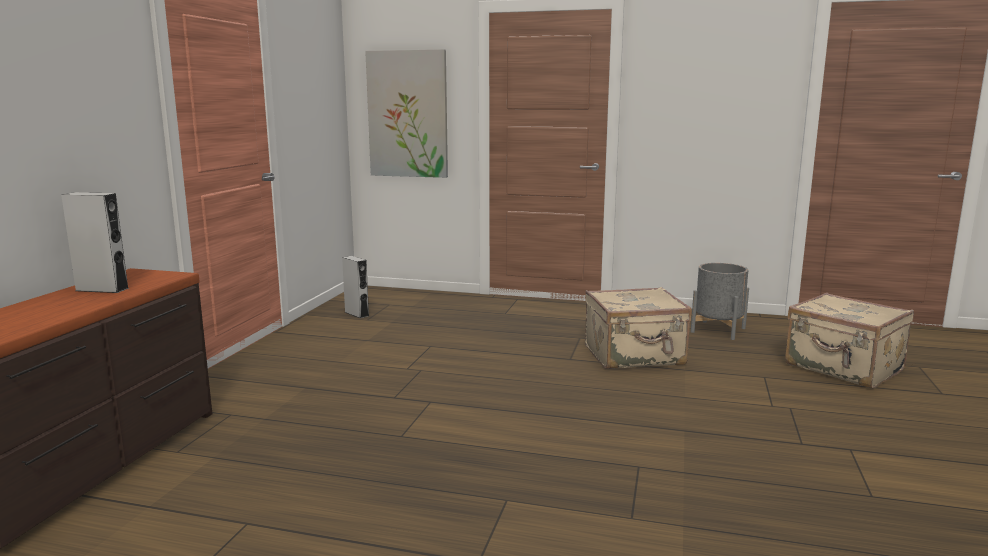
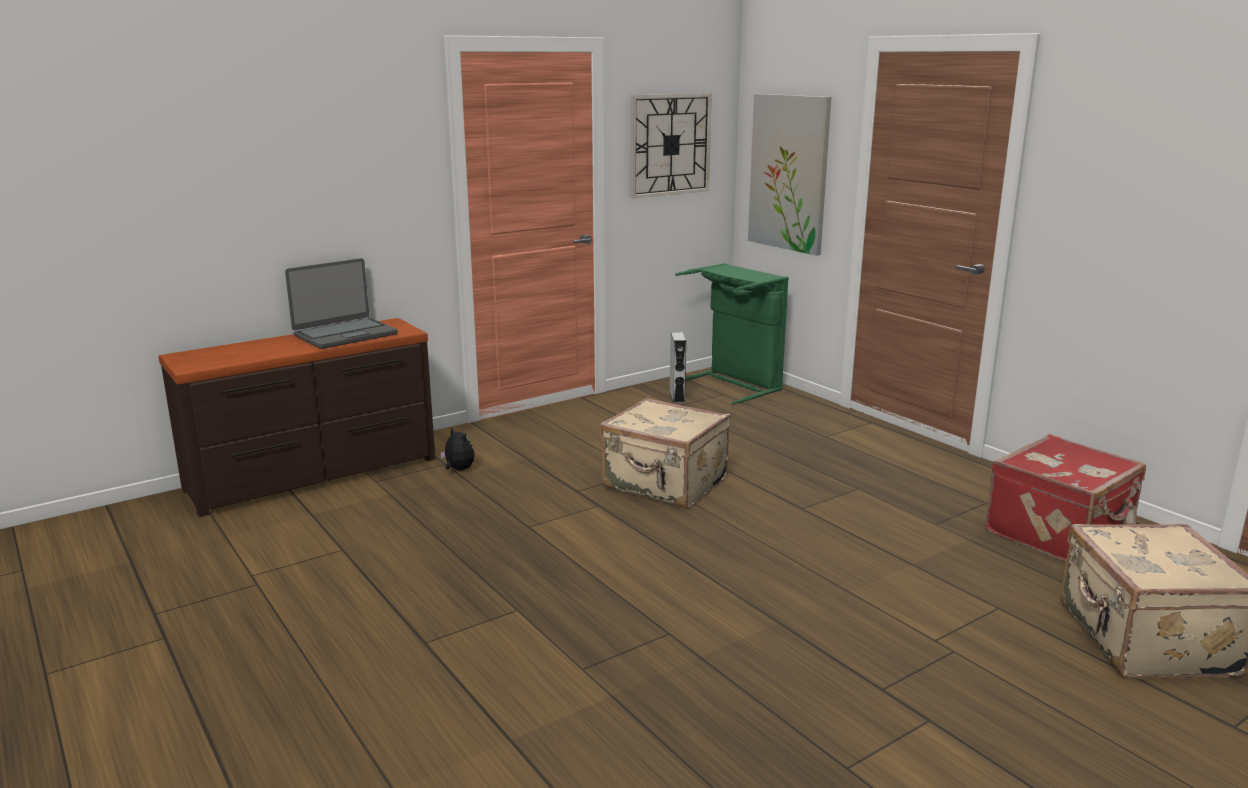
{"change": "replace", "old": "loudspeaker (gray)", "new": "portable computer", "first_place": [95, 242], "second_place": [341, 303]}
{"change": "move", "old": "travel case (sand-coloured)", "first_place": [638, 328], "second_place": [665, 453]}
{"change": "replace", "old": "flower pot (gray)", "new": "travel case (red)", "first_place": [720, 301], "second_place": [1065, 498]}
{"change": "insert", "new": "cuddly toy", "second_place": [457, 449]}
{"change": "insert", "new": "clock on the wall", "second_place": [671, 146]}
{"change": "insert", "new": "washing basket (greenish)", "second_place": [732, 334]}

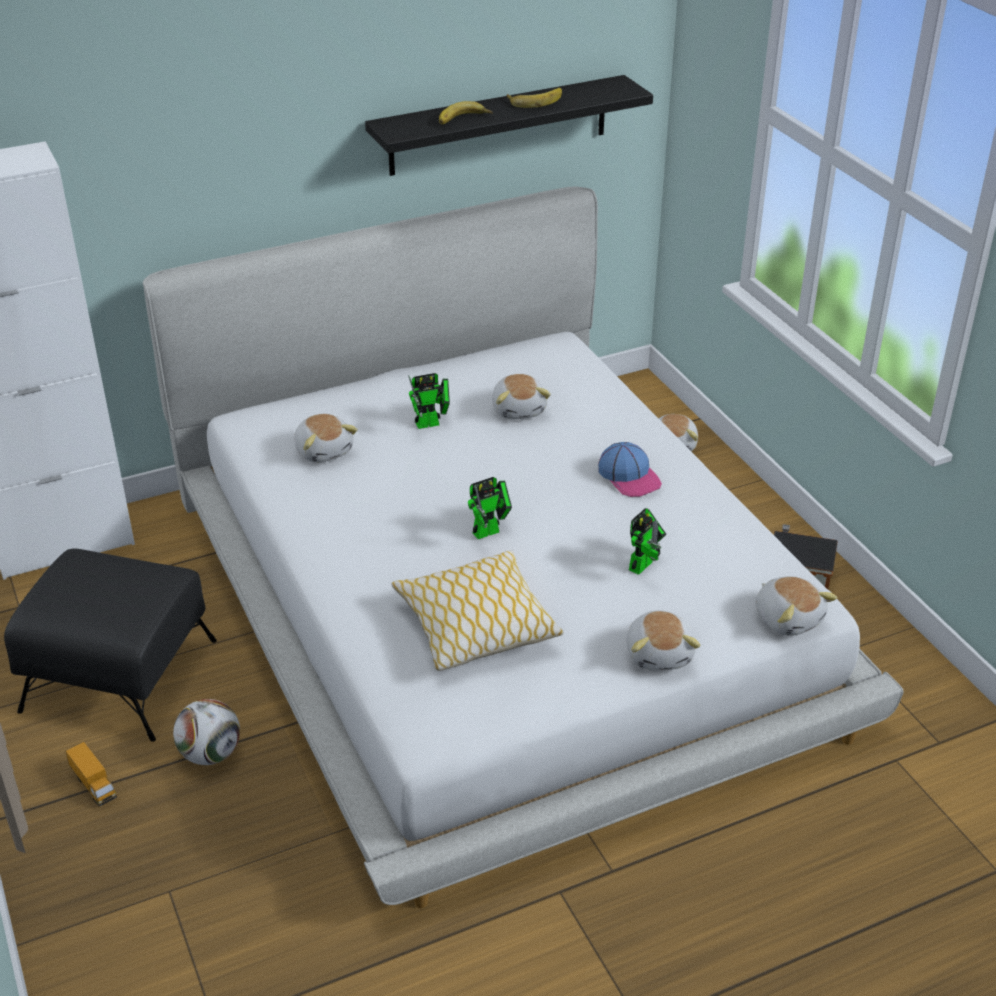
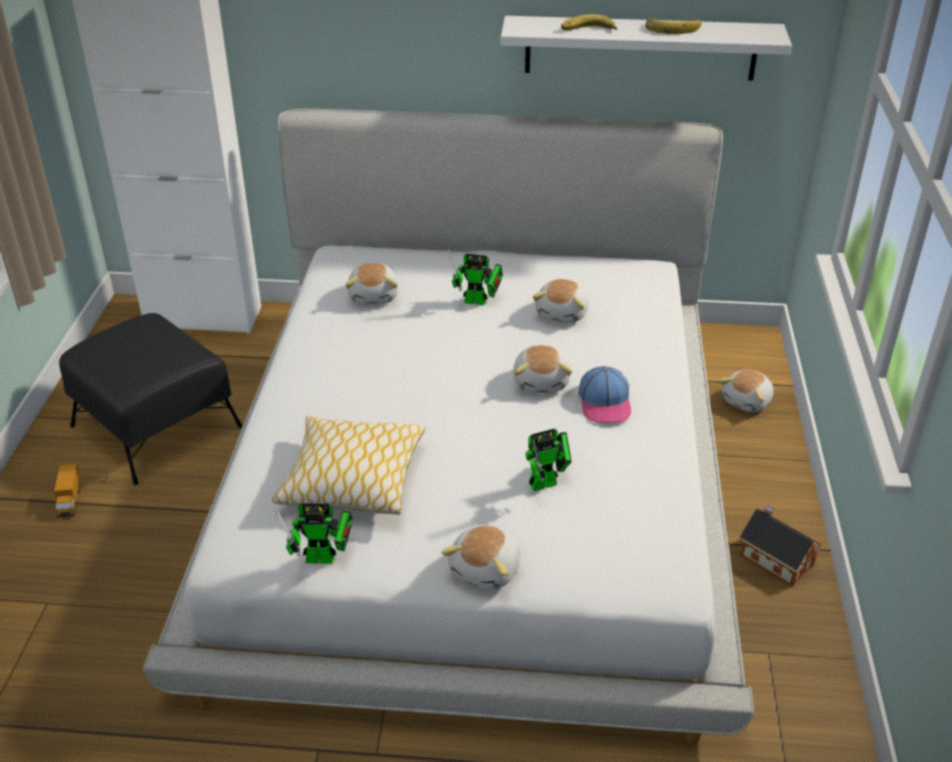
{"change": "delete", "old": "football", "first_place": [206, 732]}
{"change": "recolor", "old": "shelf (black-coloured)", "new": "shelf (white-coloured)", "first_place": [509, 125], "second_place": [646, 48]}
{"change": "move", "old": "toy robot", "first_place": [490, 508], "second_place": [314, 534]}
{"change": "move", "old": "cuddly toy", "first_place": [796, 606], "second_place": [542, 369]}

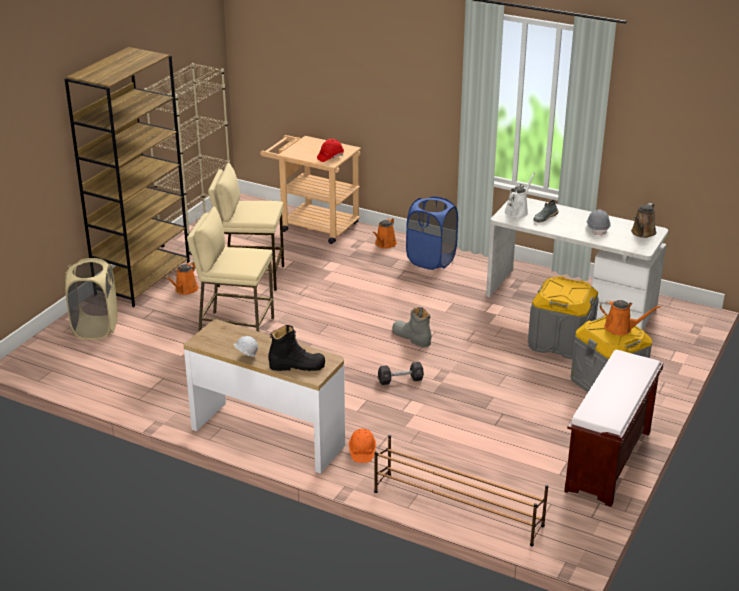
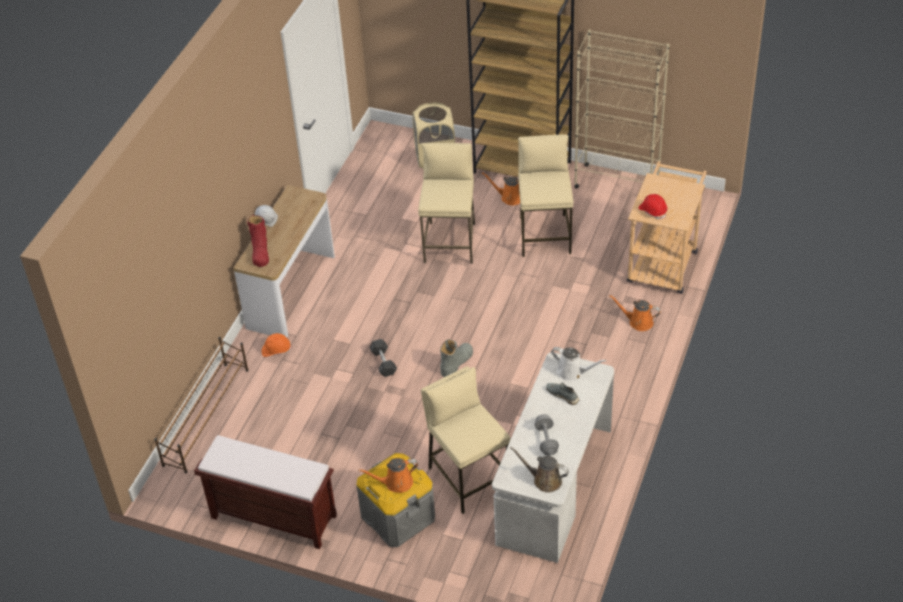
{"change": "recolor", "old": "boot (black-coloured)", "new": "boot (red)", "first_place": [296, 348], "second_place": [258, 241]}
{"change": "delete", "old": "washing basket (bluish)", "first_place": [432, 233]}
{"change": "replace", "old": "storage container (gray)", "new": "sitting stool (sand-coloured)", "first_place": [563, 317], "second_place": [465, 440]}
{"change": "replace", "old": "work helmet (gray)", "new": "free weight (gray)", "first_place": [598, 223], "second_place": [547, 435]}
{"change": "rotate", "old": "watering pot (orange-coloured)", "first_place": [630, 317], "second_place": [388, 475], "degrees": 60}

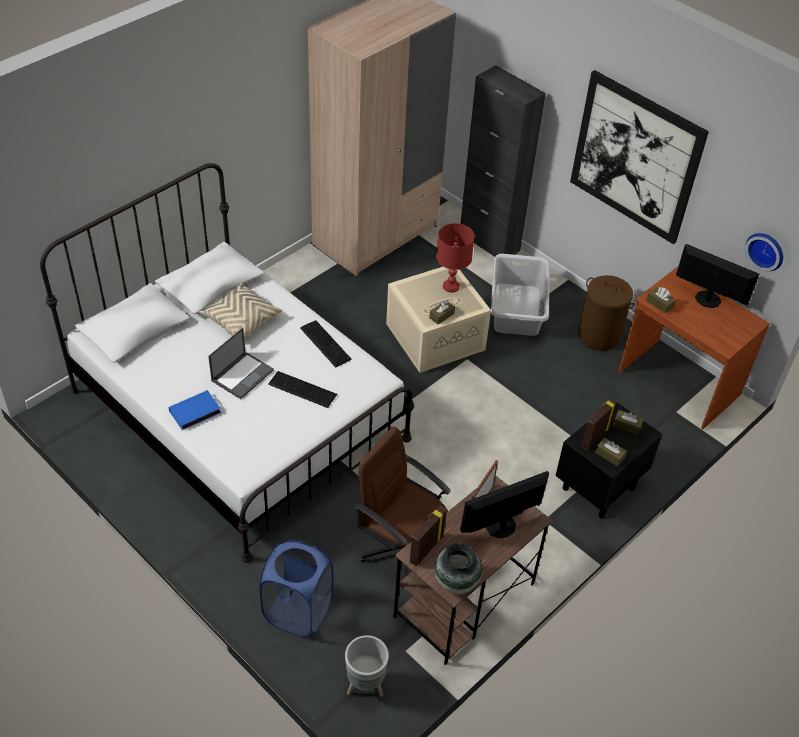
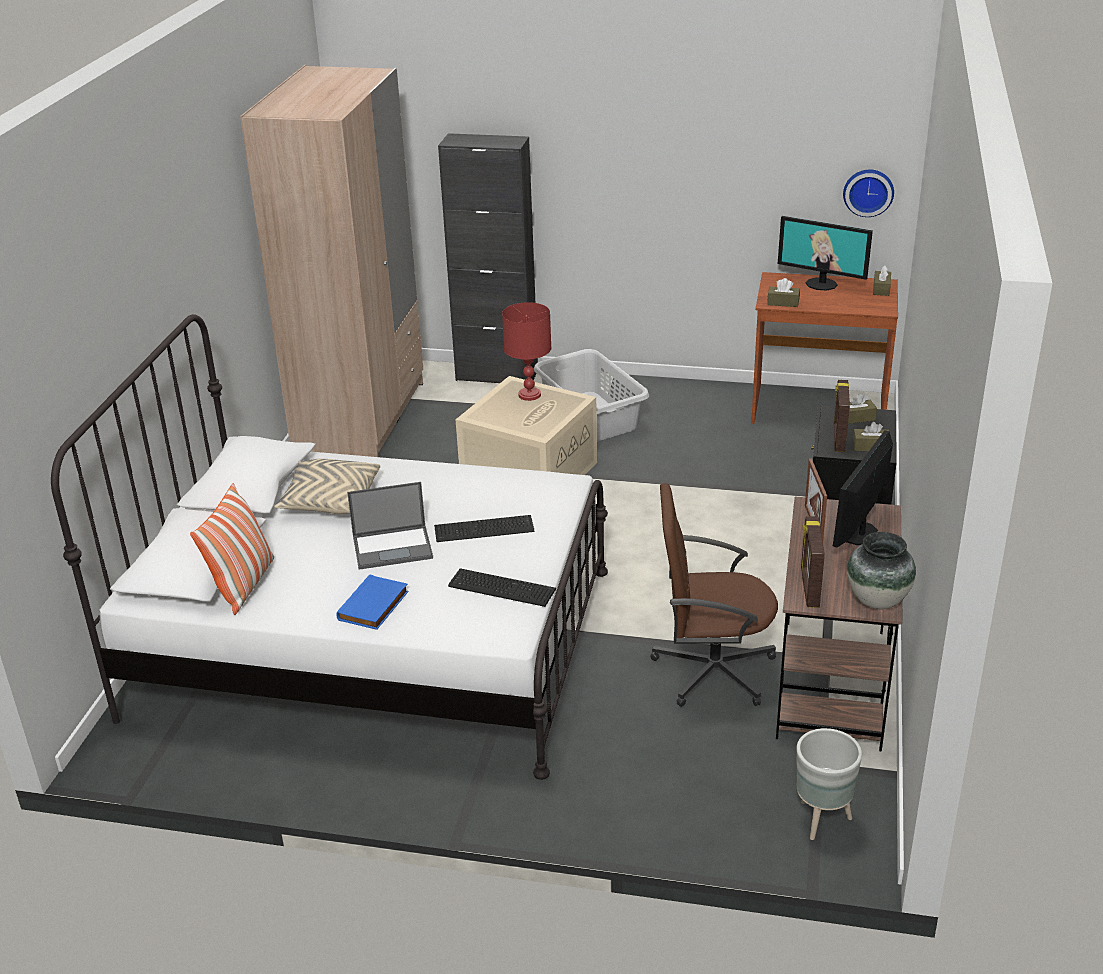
{"change": "rotate", "old": "portable computer", "first_place": [241, 363], "second_place": [390, 526], "degrees": 75}
{"change": "delete", "old": "washing basket (bluish)", "first_place": [296, 588]}
{"change": "move", "old": "computer keyboard", "first_place": [326, 344], "second_place": [502, 587]}
{"change": "move", "old": "tissue box (brown)", "first_place": [442, 312], "second_place": [882, 280]}
{"change": "delete", "old": "wall art", "first_place": [639, 157]}
{"change": "delete", "old": "washing basket (brown)", "first_place": [606, 313]}
{"change": "rotate", "old": "computer screen", "first_place": [717, 276], "second_place": [825, 253], "degrees": -150}
{"change": "insert", "new": "pillow", "second_place": [232, 549]}

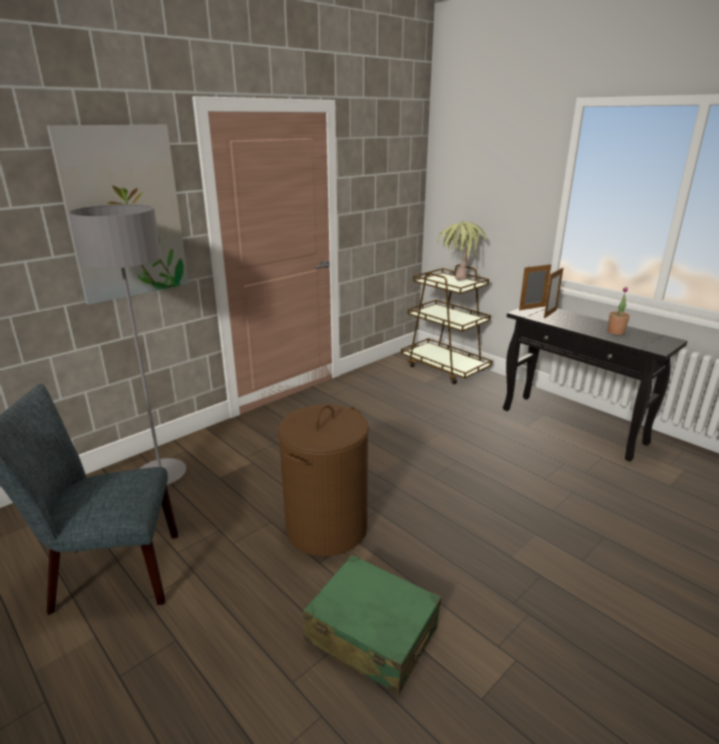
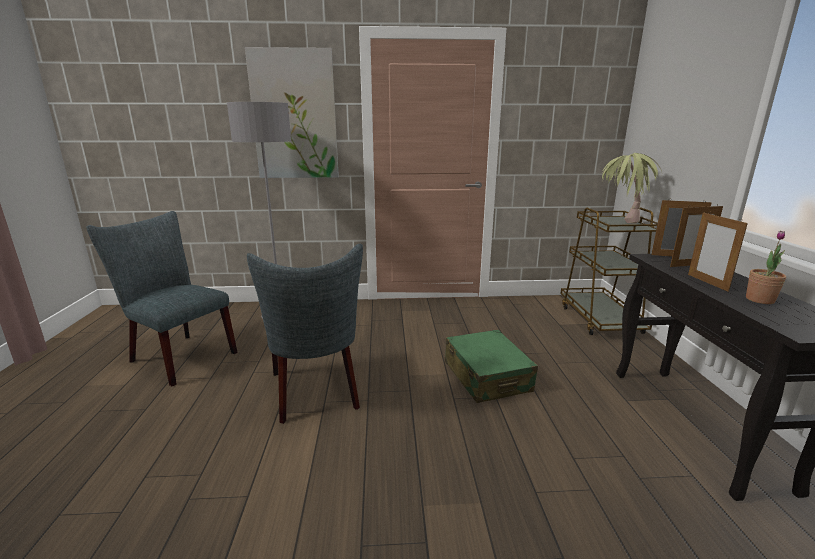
{"change": "replace", "old": "washing basket (brown)", "new": "upright chair (gray)", "first_place": [323, 480], "second_place": [305, 334]}
{"change": "move", "old": "travel case (greenish)", "first_place": [372, 625], "second_place": [491, 366]}
{"change": "insert", "new": "picture frame", "second_place": [718, 252]}

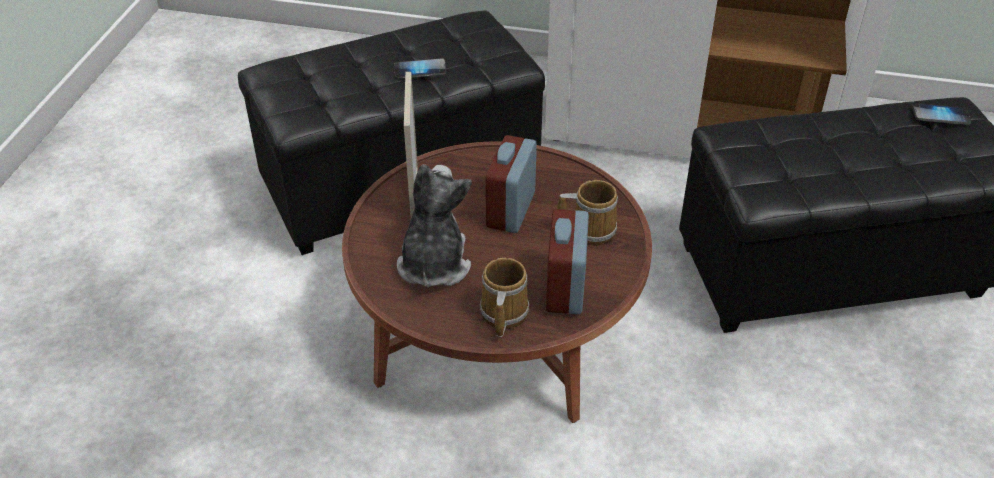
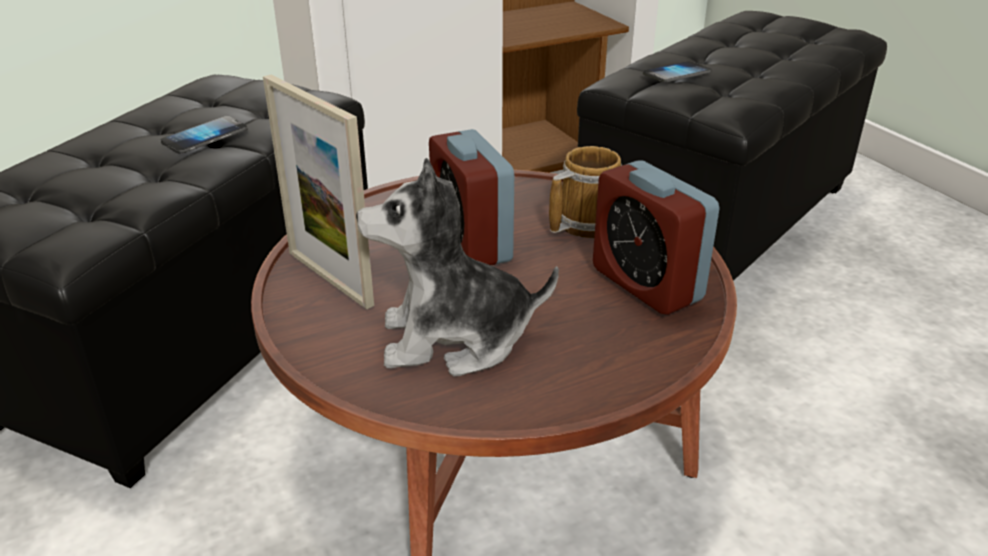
{"change": "rotate", "old": "cuddly toy", "first_place": [434, 225], "second_place": [457, 267], "degrees": -60}
{"change": "delete", "old": "coffee mug", "first_place": [504, 297]}
{"change": "move", "old": "telephone", "first_place": [941, 114], "second_place": [677, 71]}

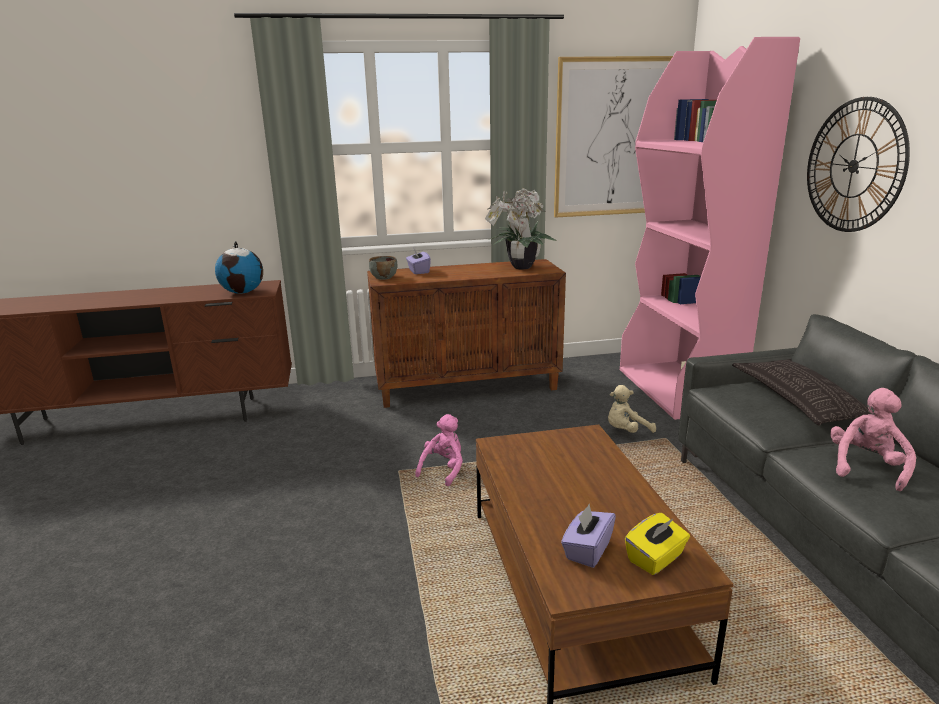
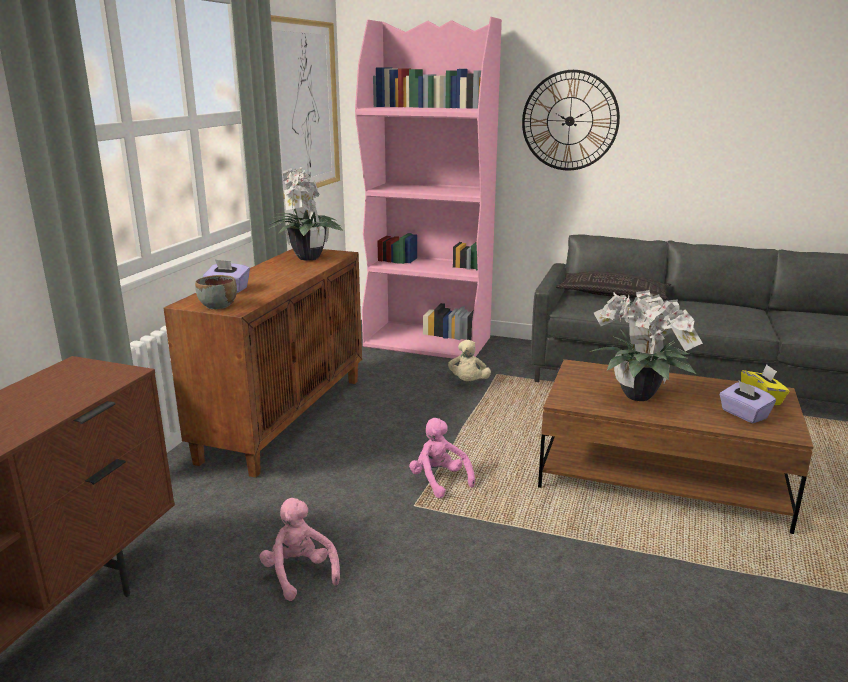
{"change": "delete", "old": "world globe", "first_place": [239, 267]}
{"change": "move", "old": "cuddly toy (pink)", "first_place": [873, 439], "second_place": [299, 549]}
{"change": "insert", "new": "potted plant", "second_place": [646, 345]}

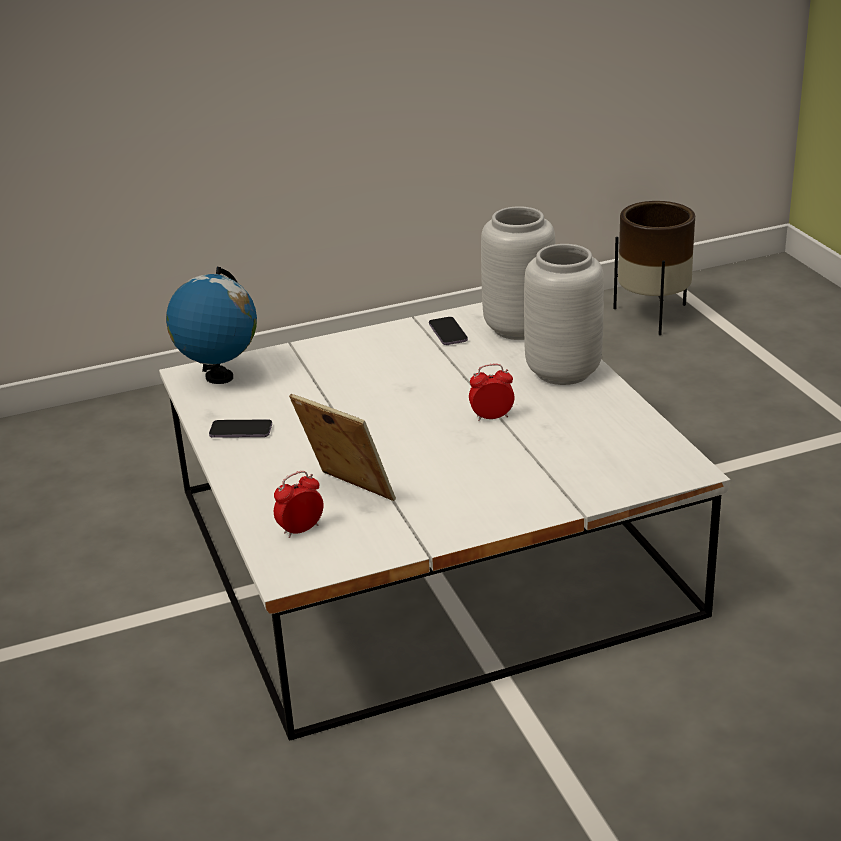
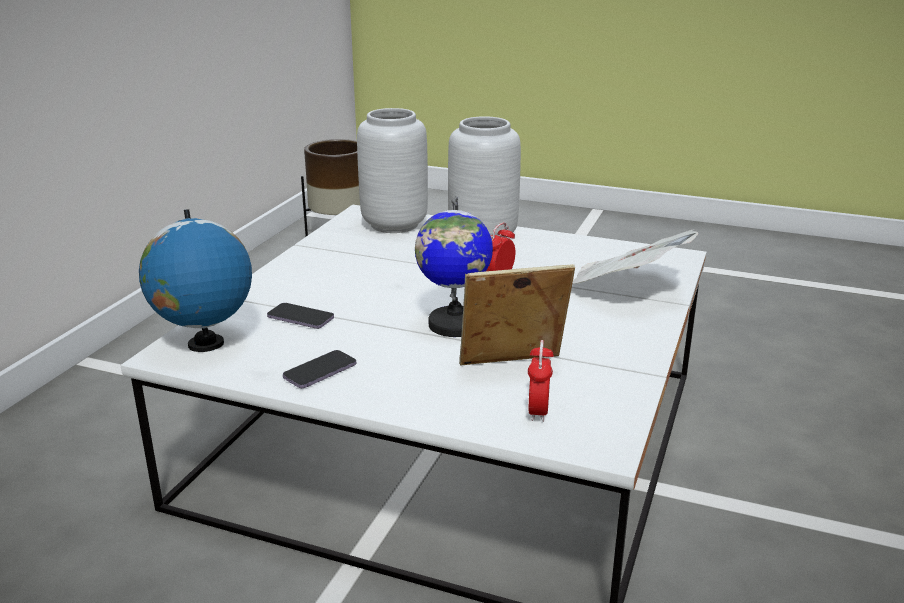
{"change": "move", "old": "telephone", "first_place": [448, 331], "second_place": [300, 316]}
{"change": "insert", "new": "world globe", "second_place": [454, 266]}
{"change": "insert", "new": "newspaper", "second_place": [635, 256]}

